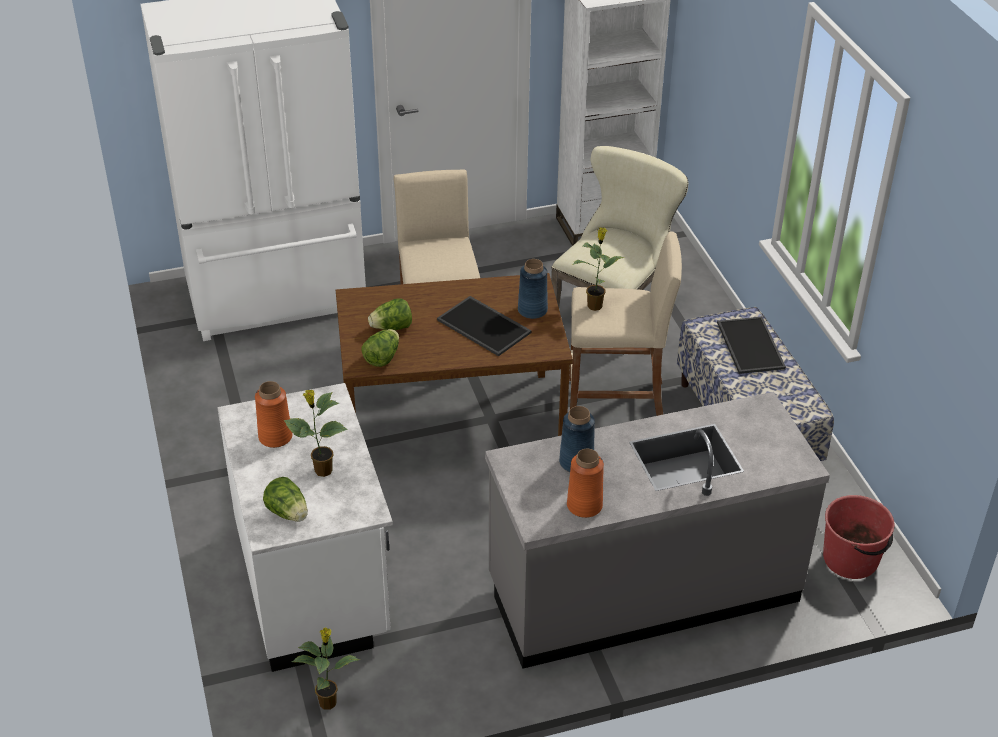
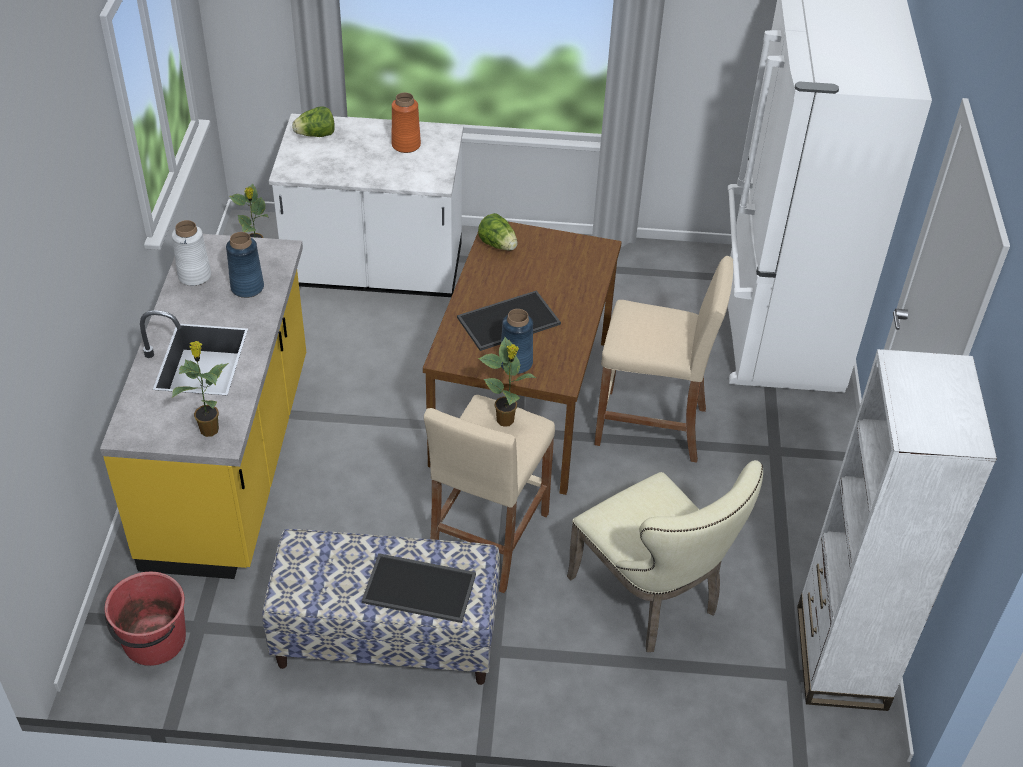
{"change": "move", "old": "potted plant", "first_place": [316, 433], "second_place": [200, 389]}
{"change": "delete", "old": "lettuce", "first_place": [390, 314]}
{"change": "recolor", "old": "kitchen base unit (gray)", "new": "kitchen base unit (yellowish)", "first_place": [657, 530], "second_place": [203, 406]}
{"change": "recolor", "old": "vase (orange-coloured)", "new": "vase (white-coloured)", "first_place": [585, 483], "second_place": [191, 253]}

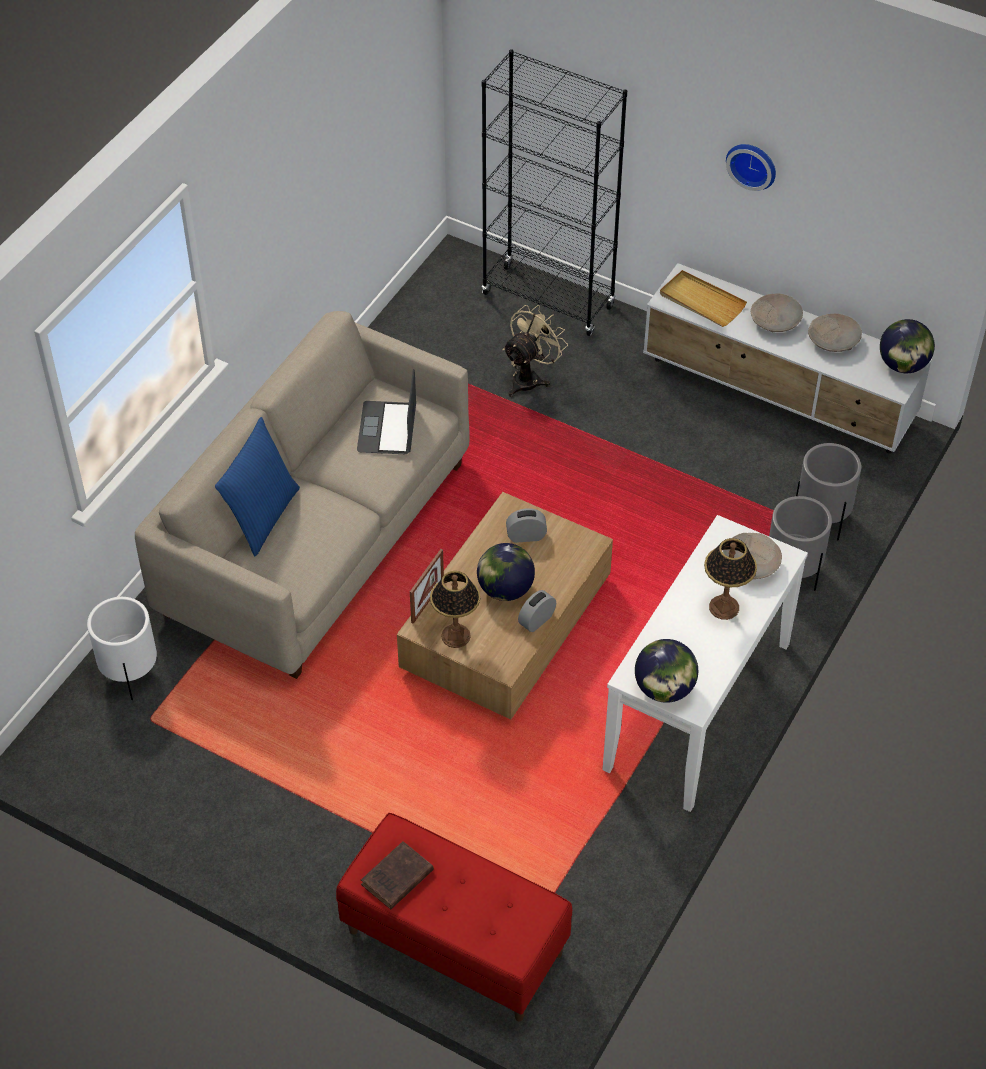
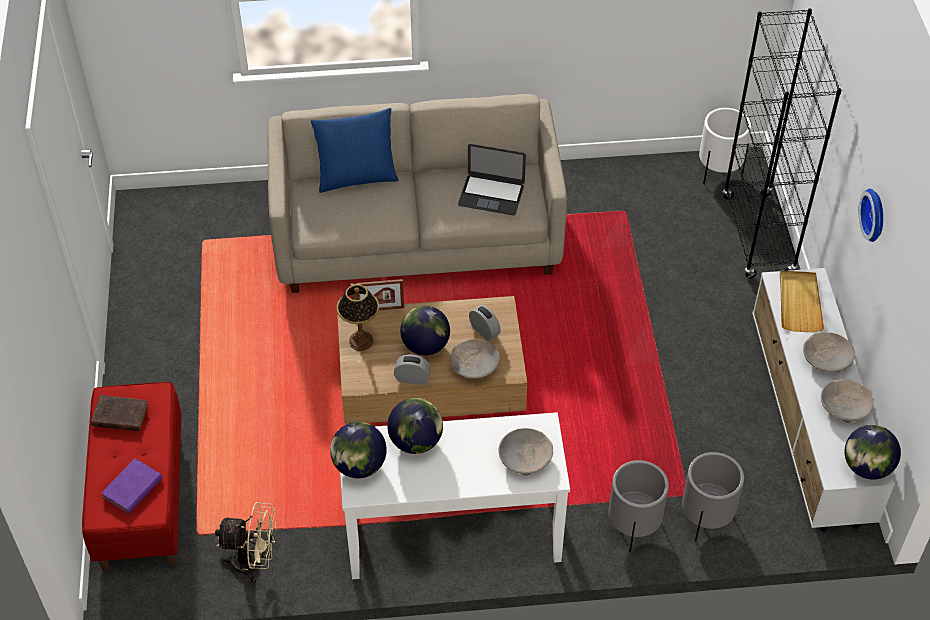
{"change": "move", "old": "flower pot (white-coloured)", "first_place": [122, 648], "second_place": [725, 146]}
{"change": "rotate", "old": "portable computer", "first_place": [386, 411], "second_place": [492, 179], "degrees": -135}
{"change": "move", "old": "cooling fan (sand-coloured)", "first_place": [535, 351], "second_place": [245, 543]}
{"change": "delete", "old": "table lamp", "first_place": [730, 579]}
{"change": "insert", "new": "book (purplish)", "second_place": [131, 486]}
{"change": "insert", "new": "world globe", "second_place": [415, 426]}
{"change": "insert", "new": "bowl (sand-coloured)", "second_place": [474, 359]}

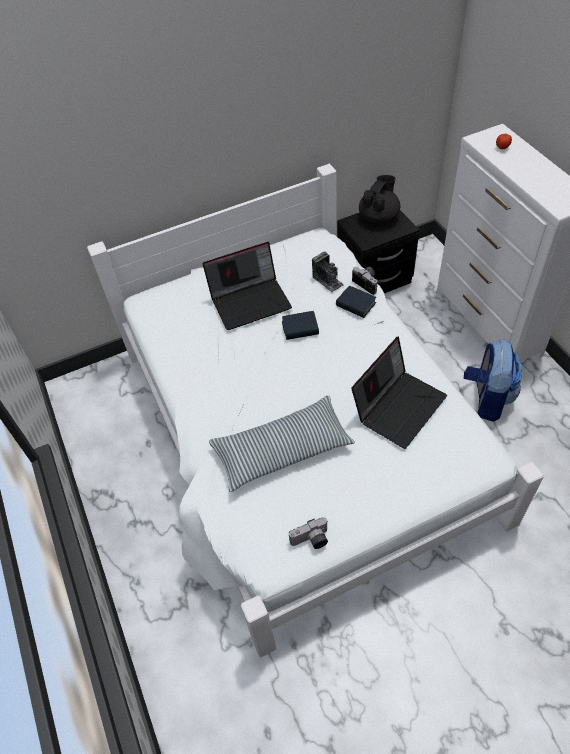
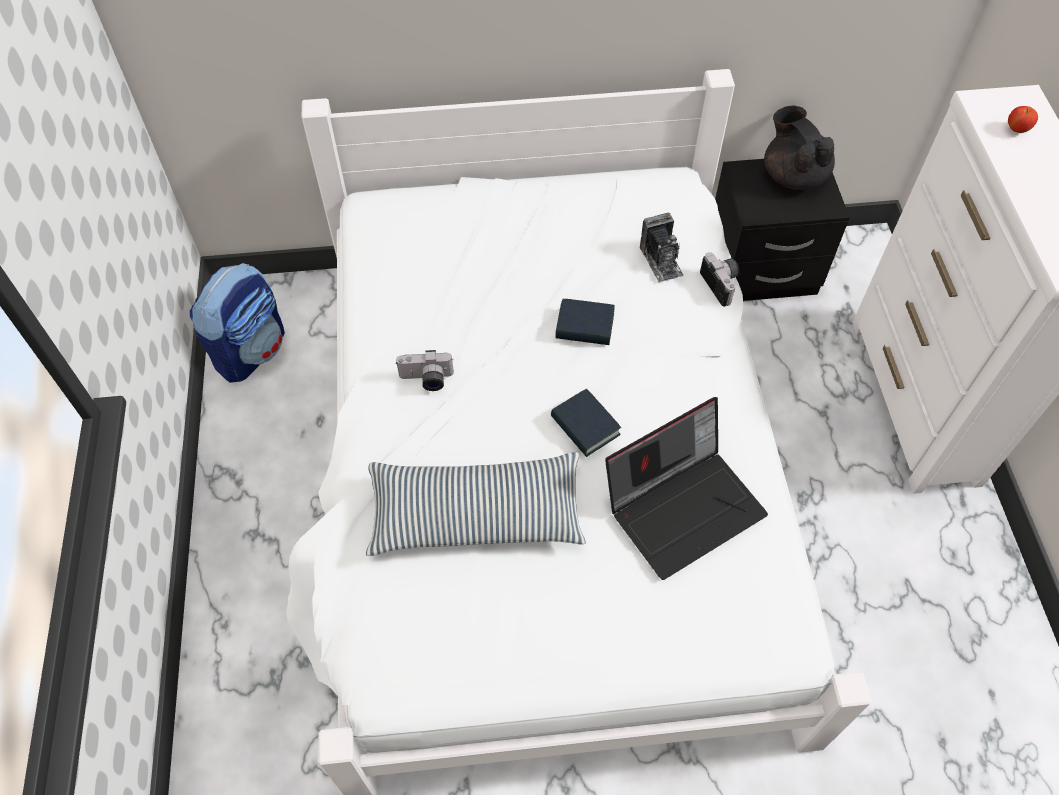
{"change": "delete", "old": "portable computer", "first_place": [247, 286]}
{"change": "move", "old": "photo camera", "first_place": [308, 533], "second_place": [424, 370]}
{"change": "move", "old": "book", "first_place": [356, 302], "second_place": [586, 423]}
{"change": "rotate", "old": "pot for tea (black-coloured)", "first_place": [379, 199], "second_place": [799, 148], "degrees": -75}
{"change": "move", "old": "rucksack", "first_place": [492, 380], "second_place": [237, 323]}

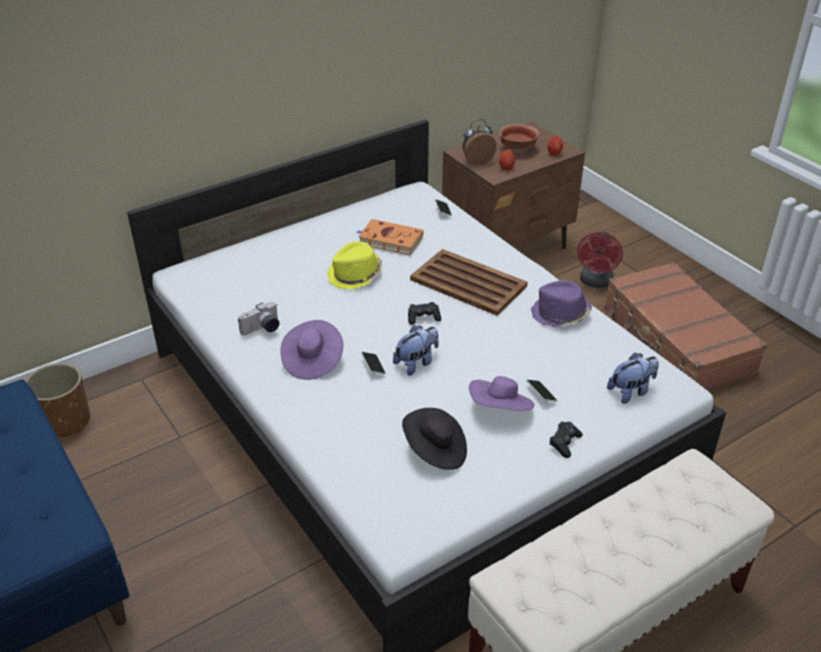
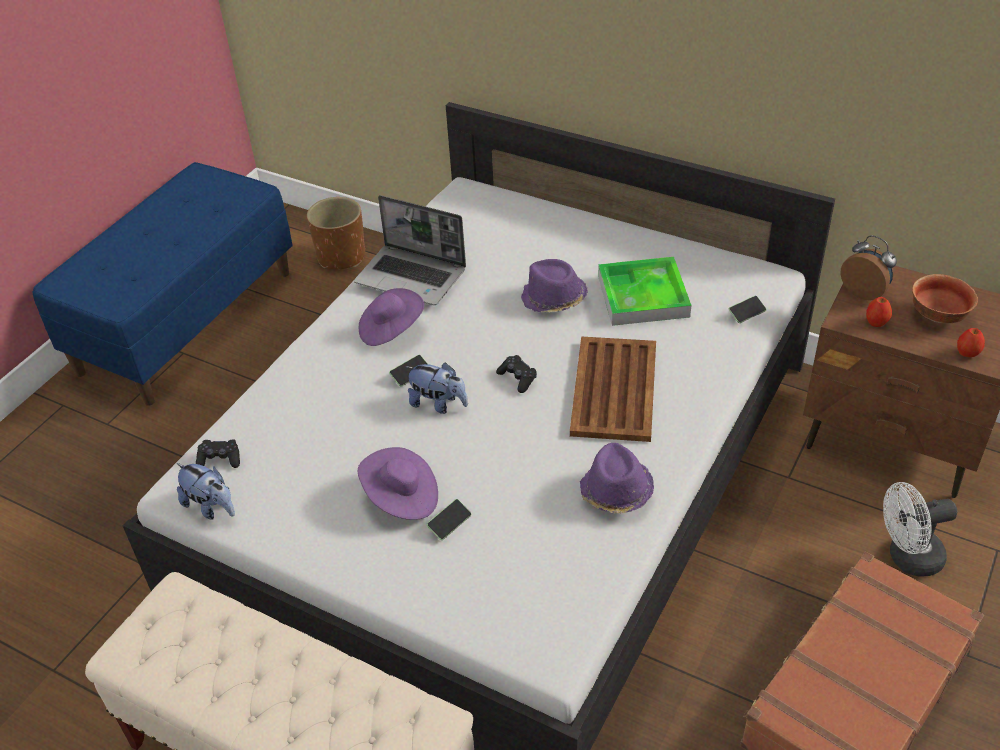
{"change": "replace", "old": "photo camera", "new": "portable computer", "first_place": [258, 318], "second_place": [410, 250]}
{"change": "recolor", "old": "hat (yellowish)", "new": "hat (purplish)", "first_place": [354, 265], "second_place": [554, 285]}
{"change": "replace", "old": "book (orange-coloured)", "new": "tray", "first_place": [390, 237], "second_place": [644, 291]}
{"change": "delete", "old": "hat (black-coloured)", "first_place": [434, 439]}
{"change": "move", "old": "game controller (black-coloured)", "first_place": [566, 440], "second_place": [218, 454]}
{"change": "recolor", "old": "cooling fan (red)", "new": "cooling fan (white-coloured)", "first_place": [600, 259], "second_place": [920, 529]}
{"change": "move", "old": "cuddly toy", "first_place": [633, 378], "second_place": [206, 491]}

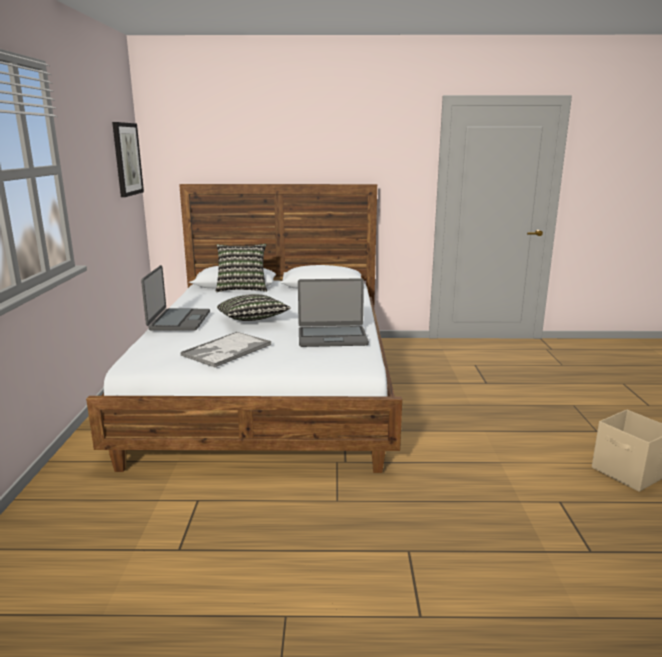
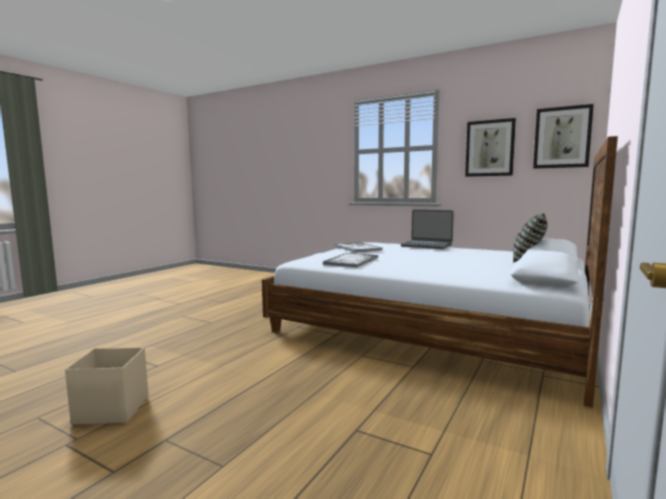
{"change": "delete", "old": "pillow", "first_place": [254, 307]}
{"change": "replace", "old": "portable computer", "new": "tray", "first_place": [333, 312], "second_place": [350, 260]}
{"change": "insert", "new": "wall art", "second_place": [490, 147]}

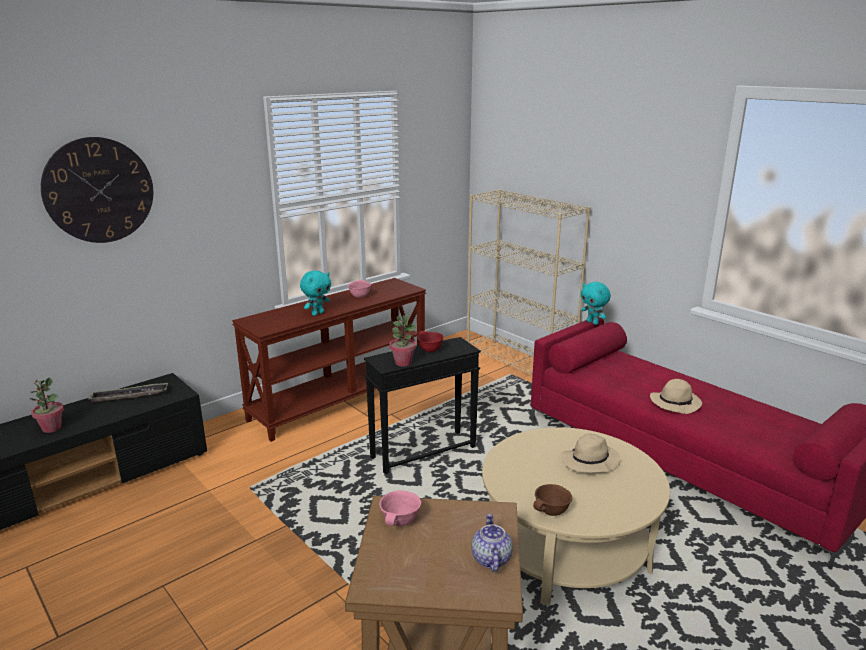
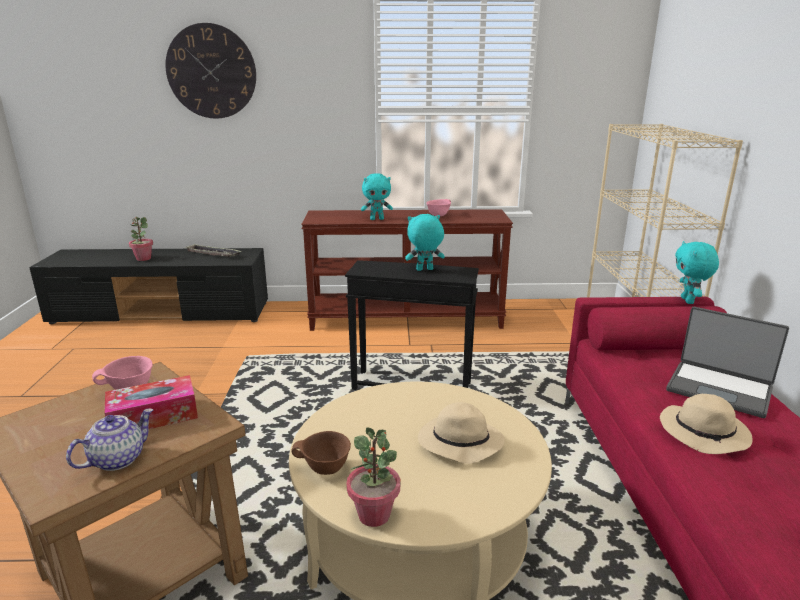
{"change": "move", "old": "potted plant", "first_place": [403, 340], "second_place": [373, 477]}
{"change": "replace", "old": "bowl (red)", "new": "cuddly toy (turquoise)", "first_place": [430, 341], "second_place": [425, 242]}
{"change": "insert", "new": "tissue box", "second_place": [151, 402]}
{"change": "insert", "new": "portable computer", "second_place": [727, 362]}

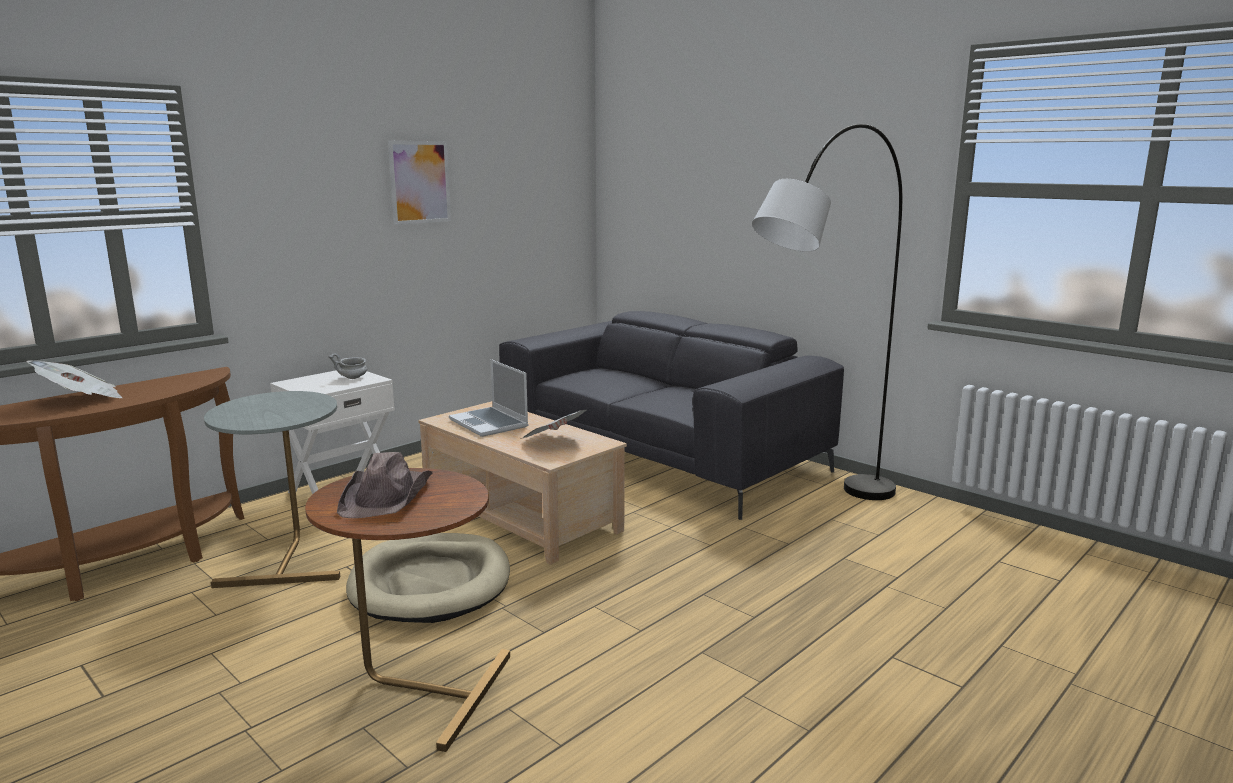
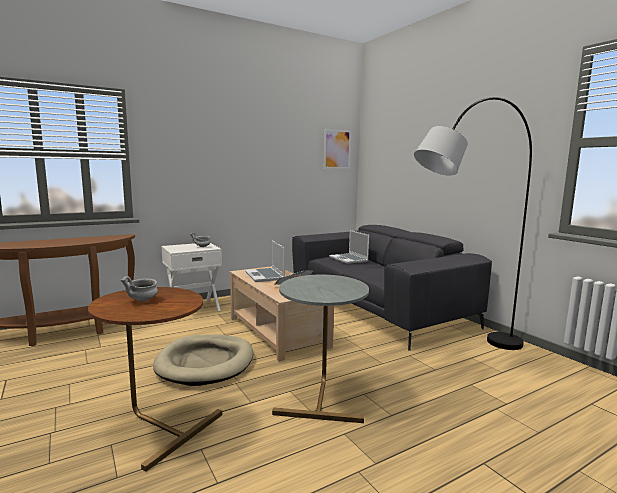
{"change": "delete", "old": "newspaper", "first_place": [74, 379]}
{"change": "move", "old": "end table (gray)", "first_place": [272, 489], "second_place": [320, 349]}
{"change": "replace", "old": "hat (brown)", "new": "bowl (gray)", "first_place": [385, 485], "second_place": [139, 288]}
{"change": "move", "old": "wall art", "first_place": [419, 183], "second_place": [337, 149]}
{"change": "insert", "new": "portable computer", "second_place": [349, 247]}

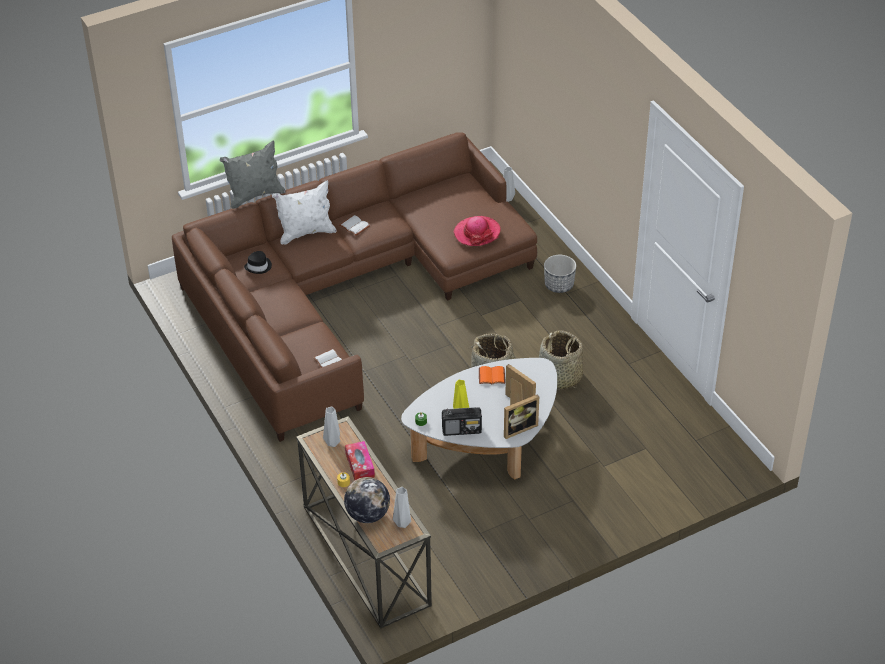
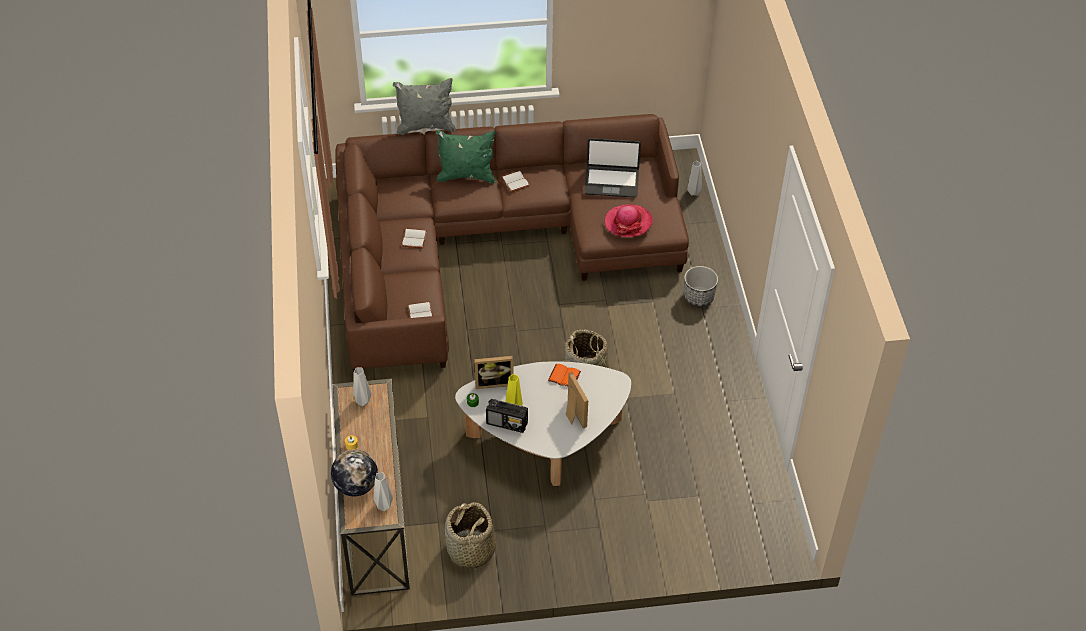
{"change": "delete", "old": "hat (black-coloured)", "first_place": [258, 262]}
{"change": "recolor", "old": "pillow (white-coloured)", "new": "pillow (greenish)", "first_place": [304, 212], "second_place": [466, 156]}
{"change": "delete", "old": "tissue box", "first_place": [360, 460]}
{"change": "move", "old": "picture frame", "first_place": [521, 416], "second_place": [493, 372]}
{"change": "move", "old": "household basket", "first_place": [561, 359], "second_place": [470, 536]}
{"change": "insert", "new": "book (white-coloured)", "second_place": [414, 238]}
{"change": "insert", "new": "portable computer", "second_place": [612, 168]}

